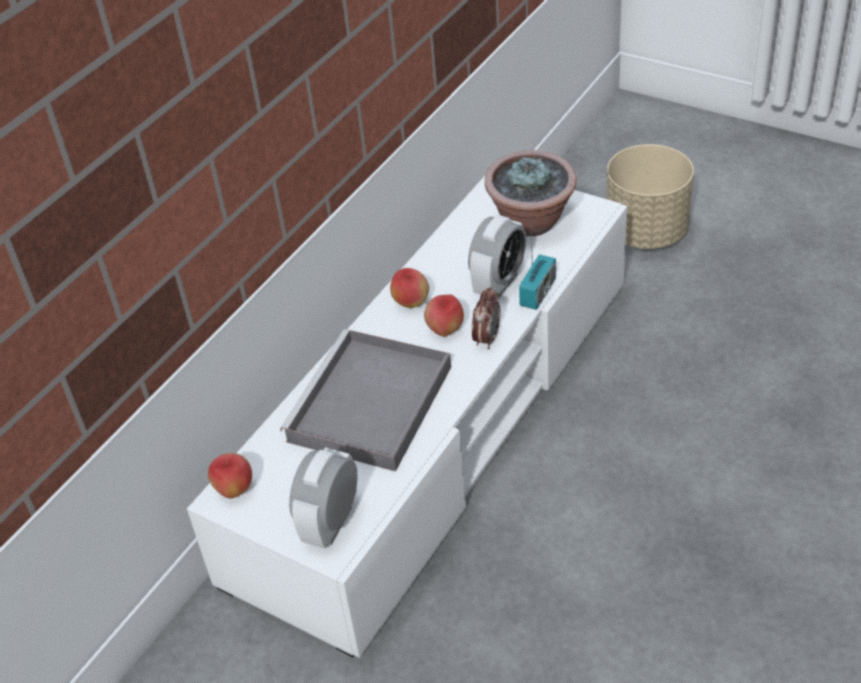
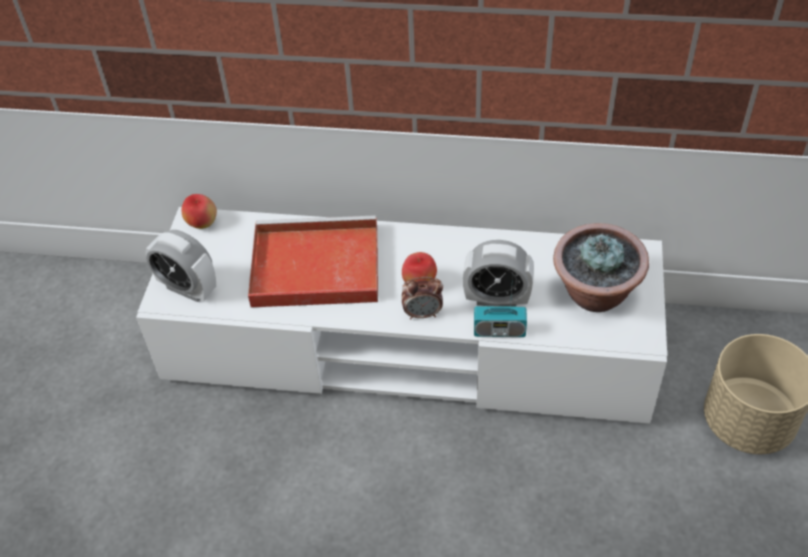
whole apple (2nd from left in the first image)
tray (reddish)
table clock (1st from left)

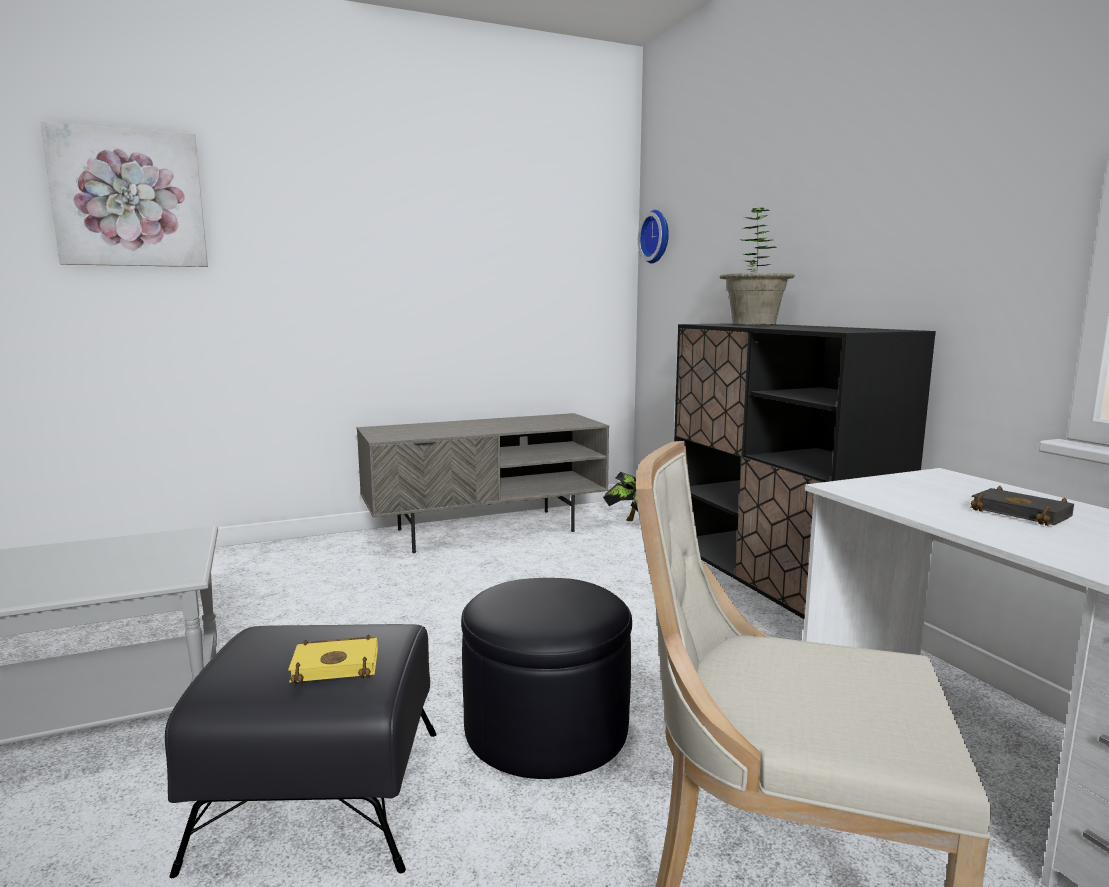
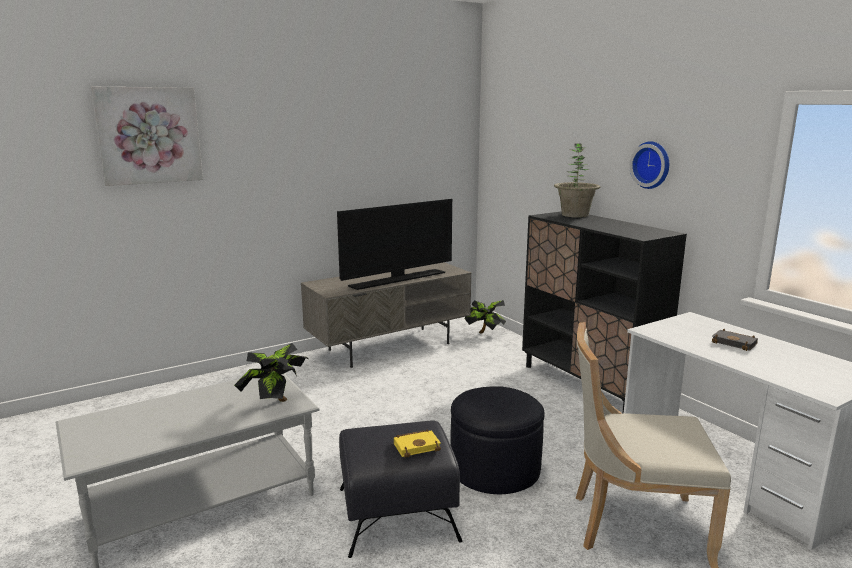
wall clock
television
potted plant (1st from left)

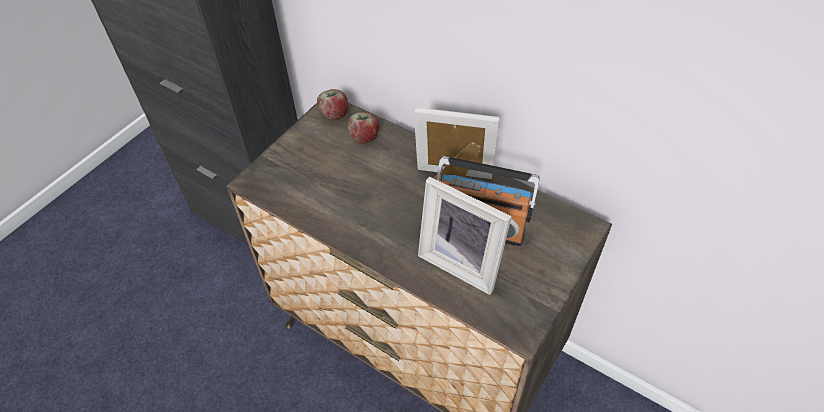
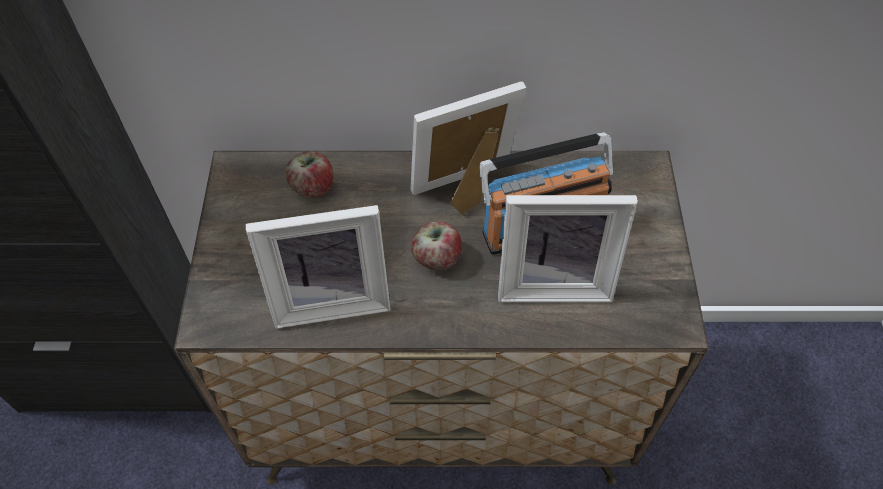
whole apple (2nd from left)
picture frame (1st from left)

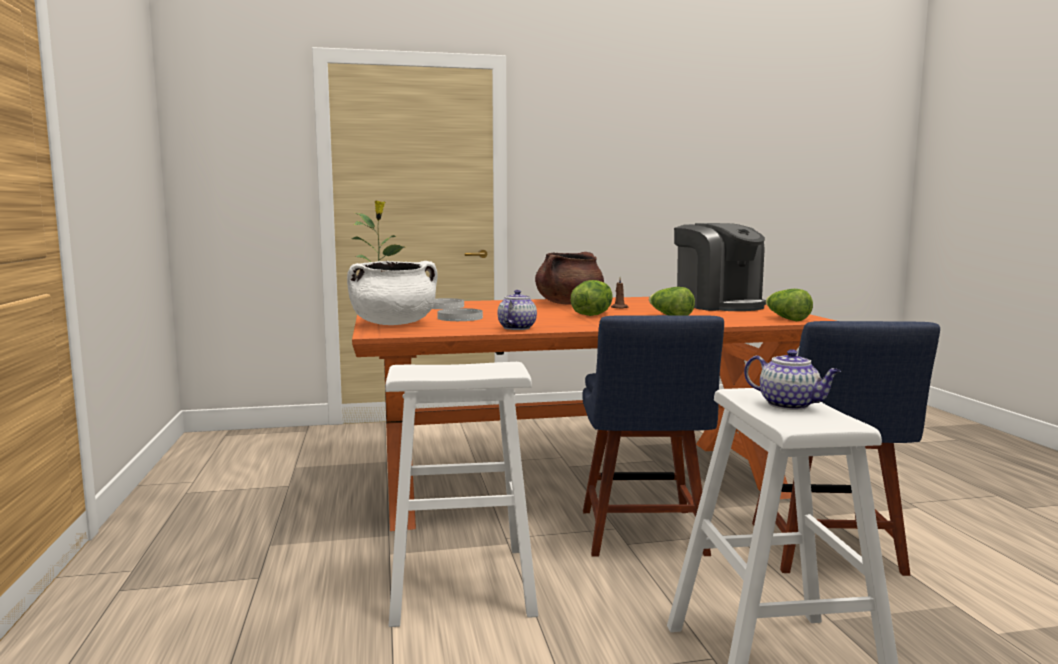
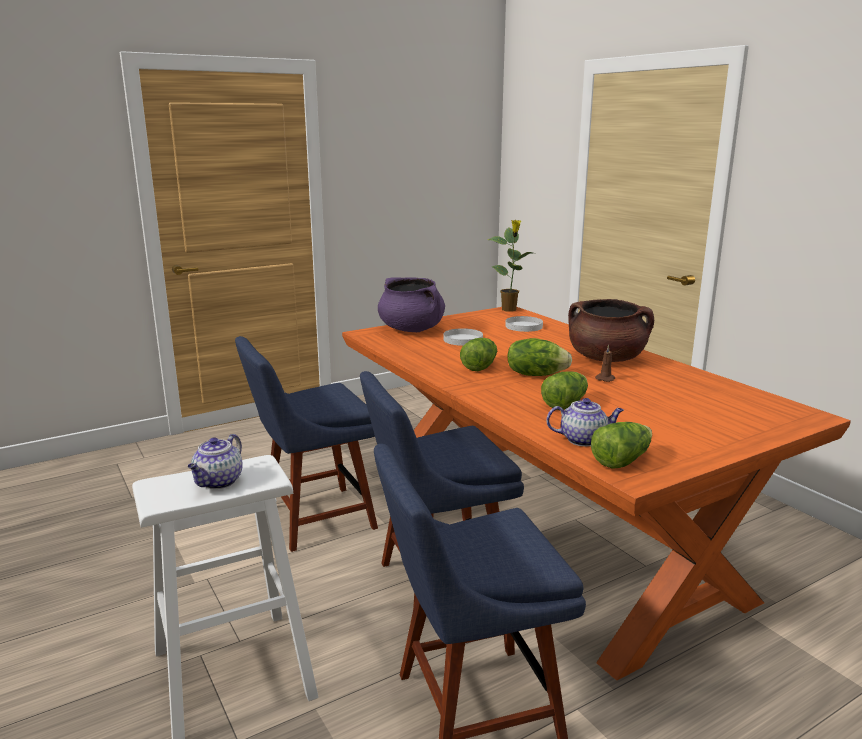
coffee brewer
cooking pot (purple)
teapot (2nd from left)
plain chair (blue-coloured) (1st from left)
lettuce head (1st from left)

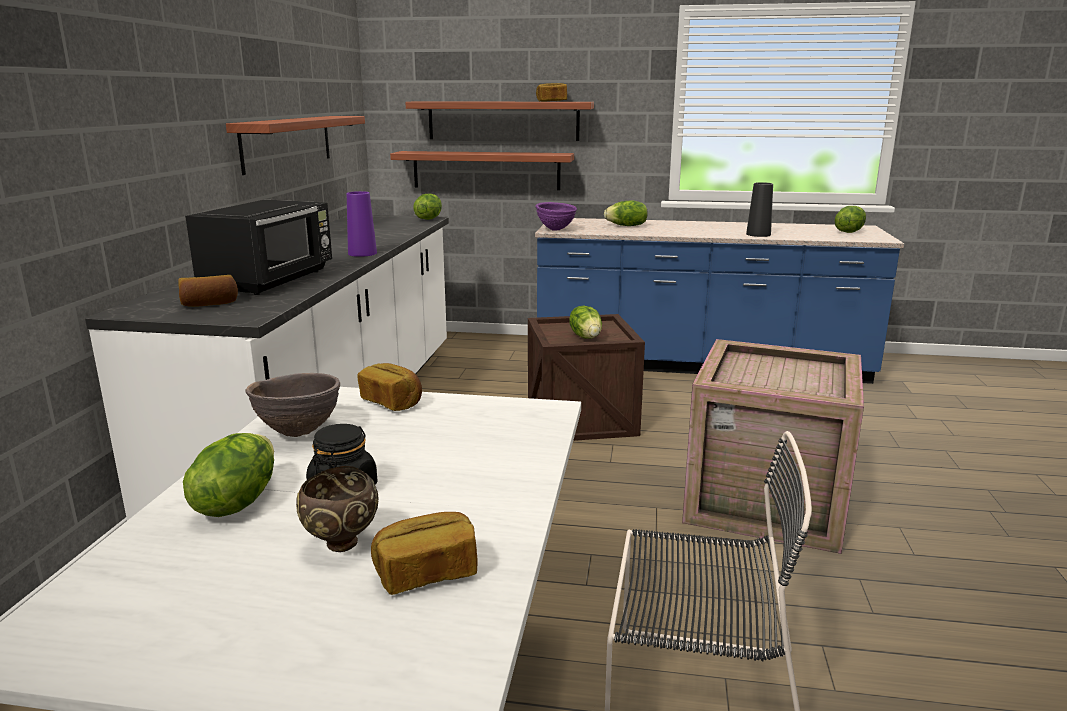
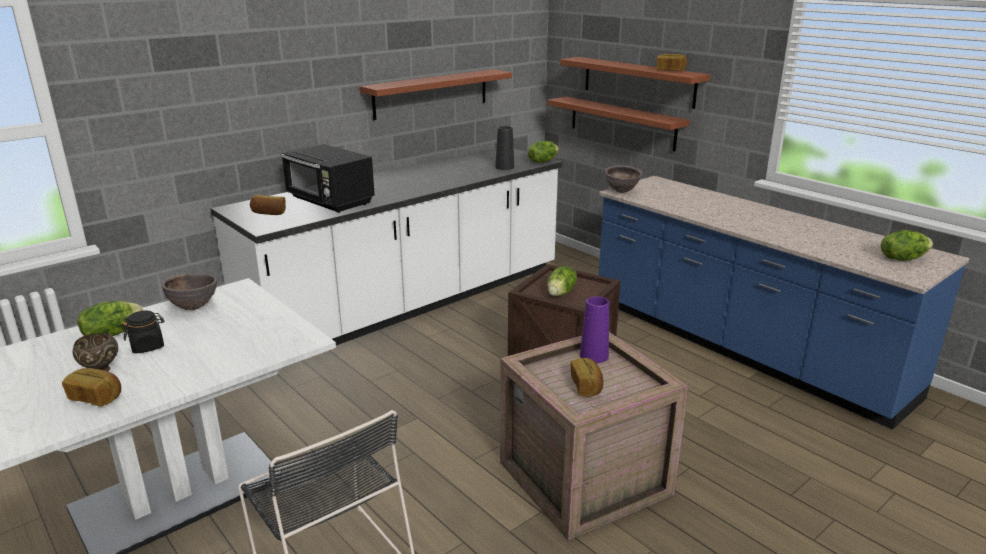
decorative vase (black)
decorative vase (purple)
microwave (black)
lettuce head (4th from left in the first image)
bowl (brown-coloured) (3rd from left)
bakery bread (3rd from left)

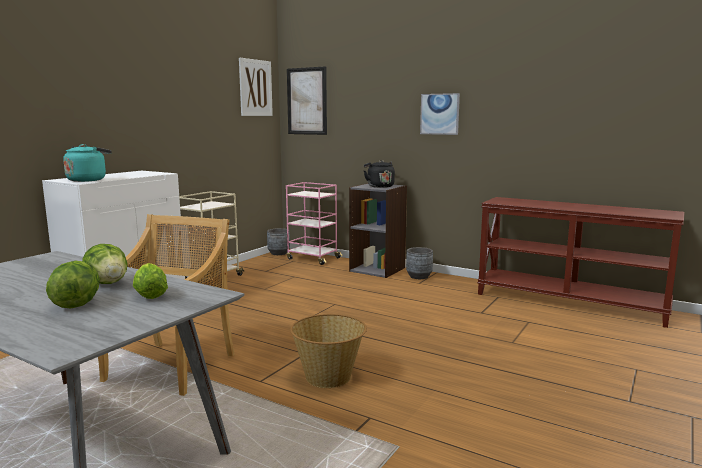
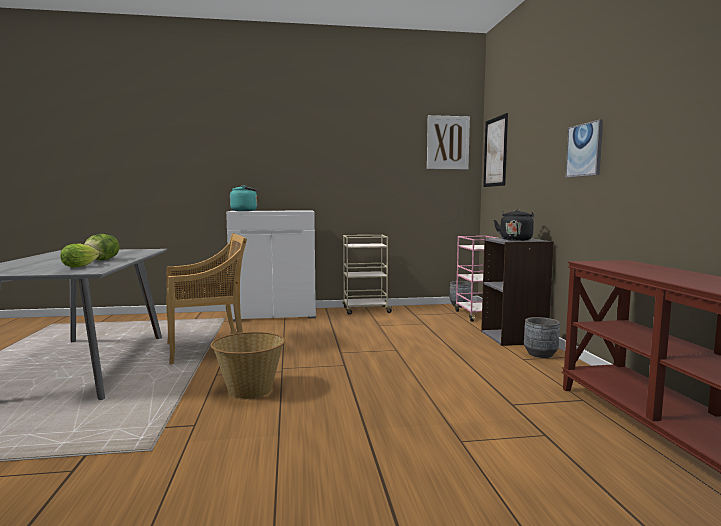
lettuce head (1st from left in the first image)

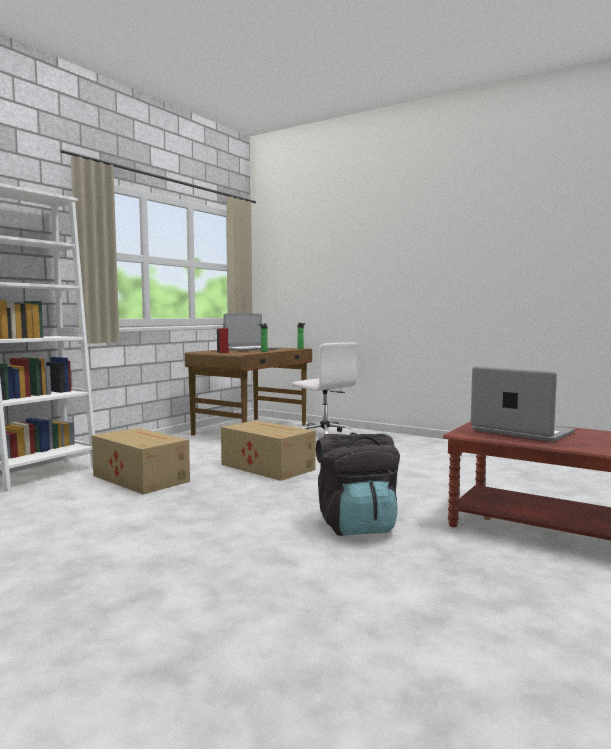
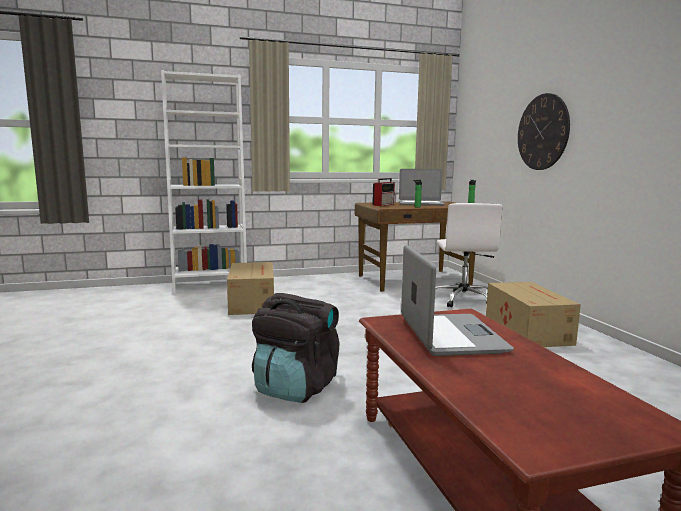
carton (2nd from left)
wall clock

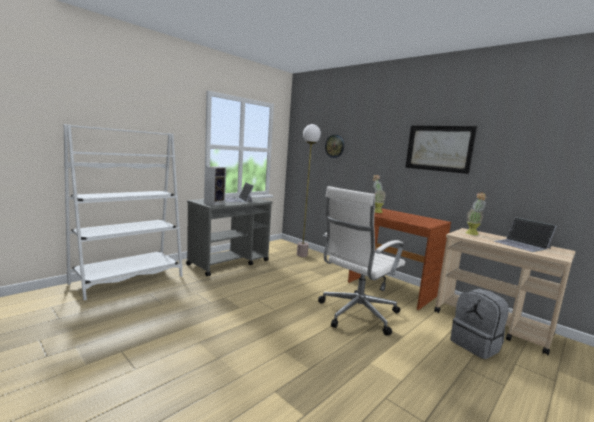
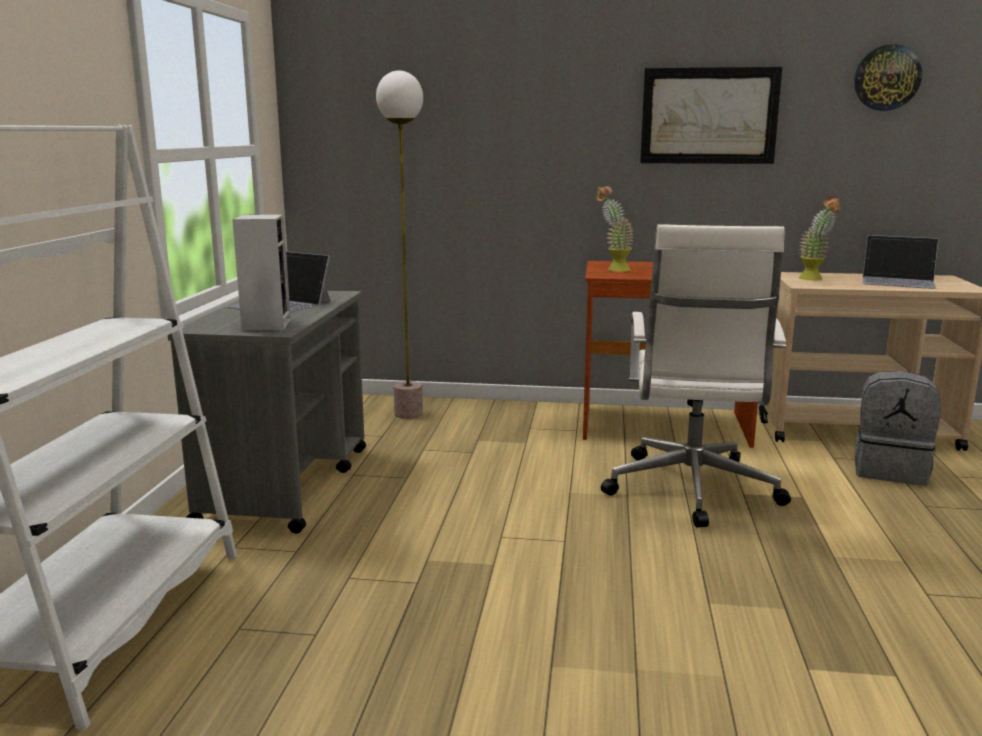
wall clock

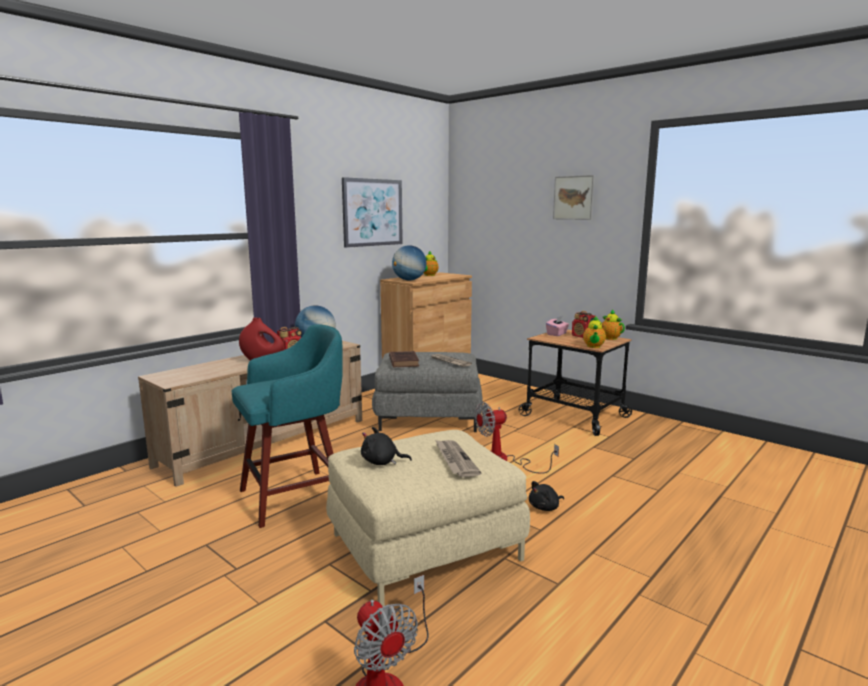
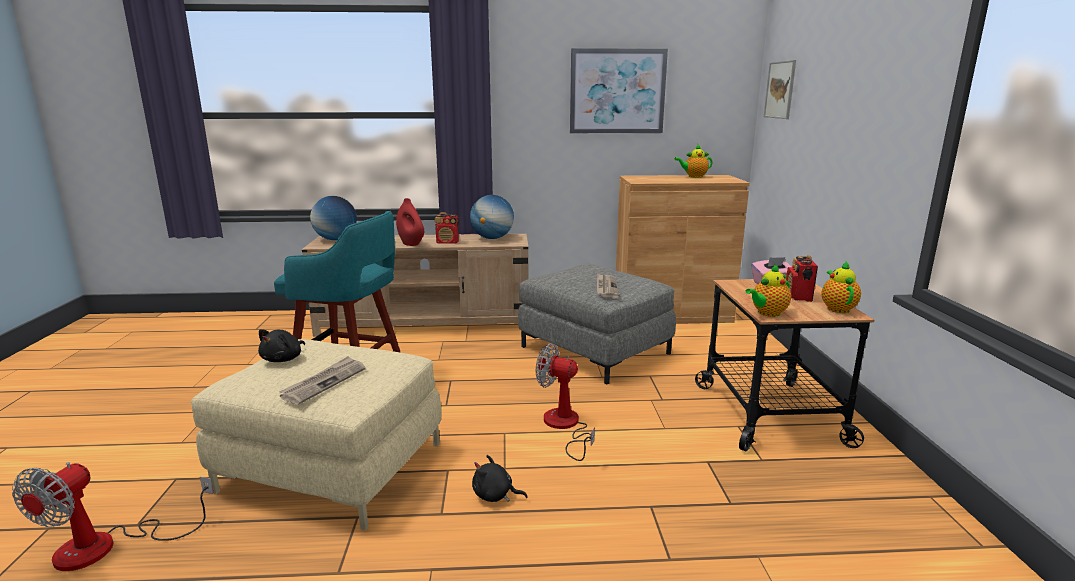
wall art (2nd from left)
world globe (1st from left)
bound book (brown-coloured)
cuddly toy (black) (1st from left)

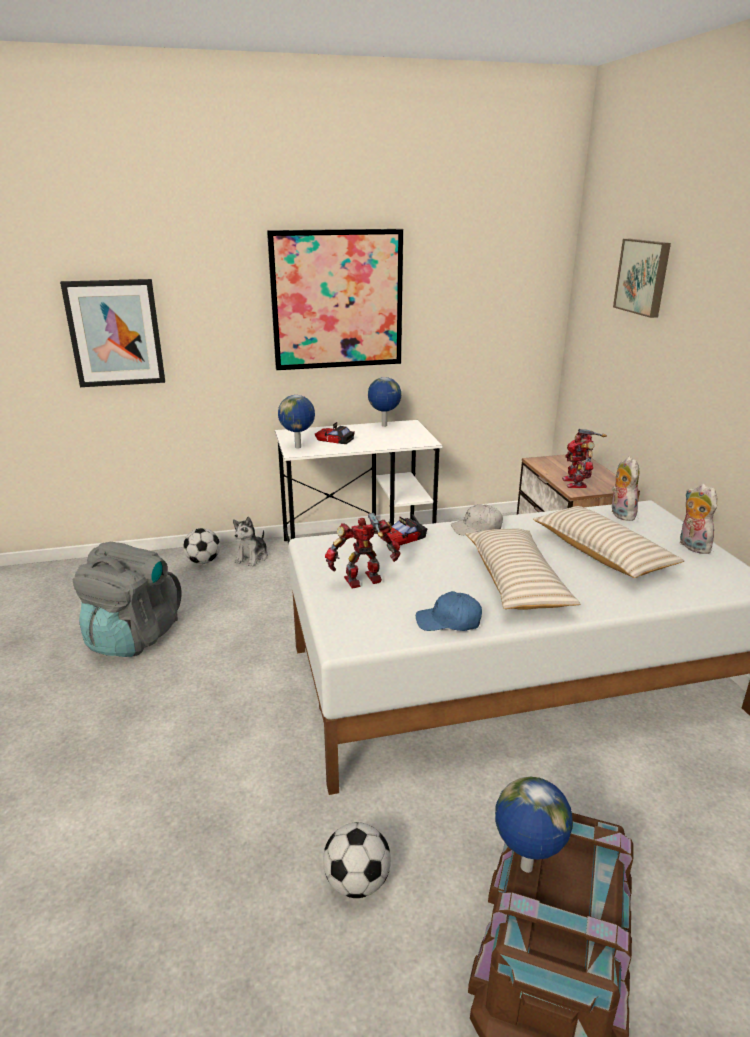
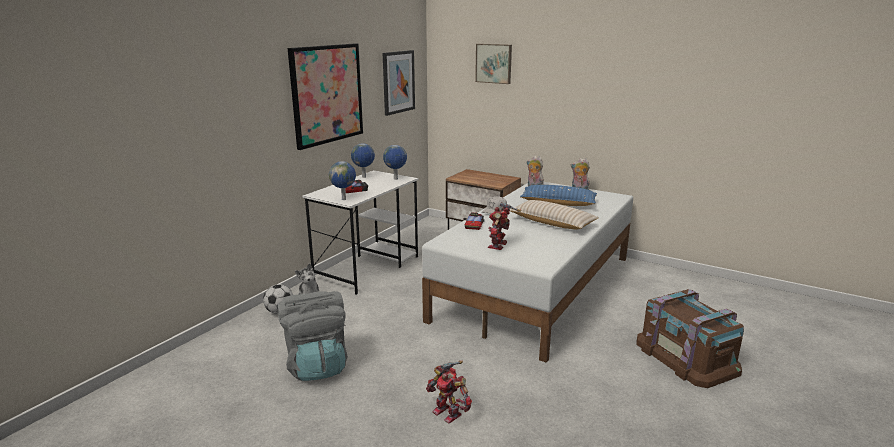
wall art (2nd from left)
toy robot (1st from left)
pillow (blue-coloured)
peaked cap (blue-coloured)
world globe (3rd from left)
football ball (2nd from left in the first image)

